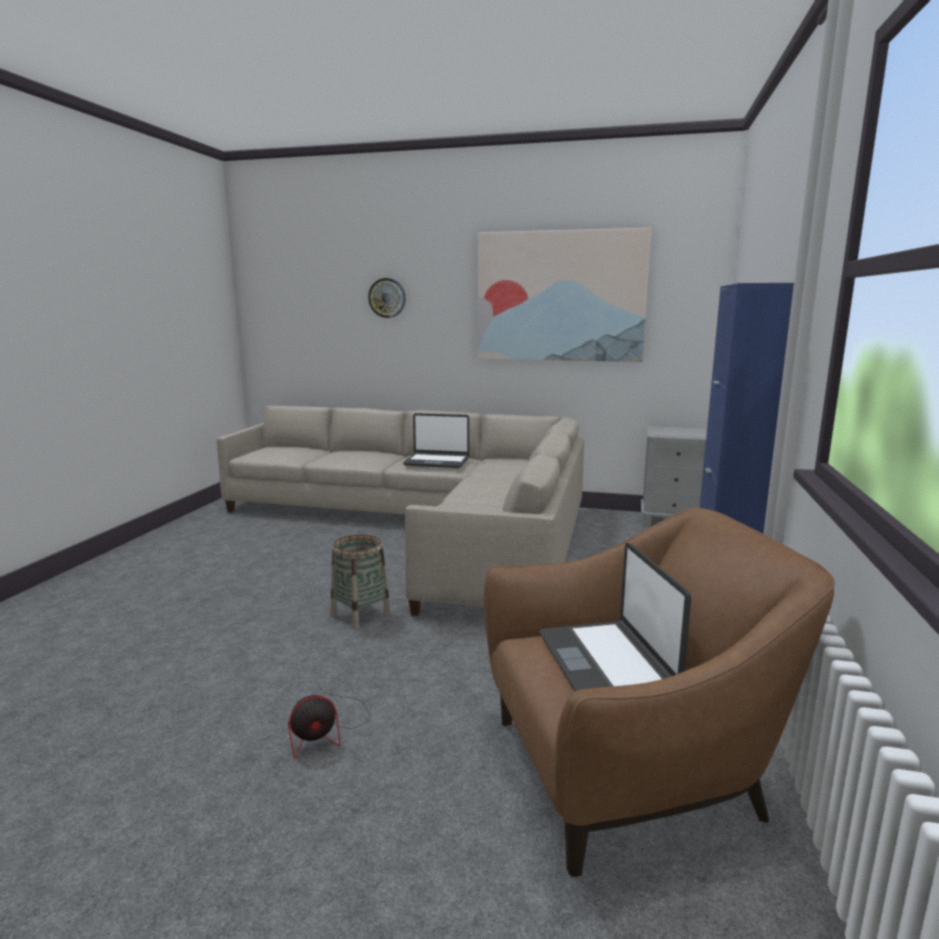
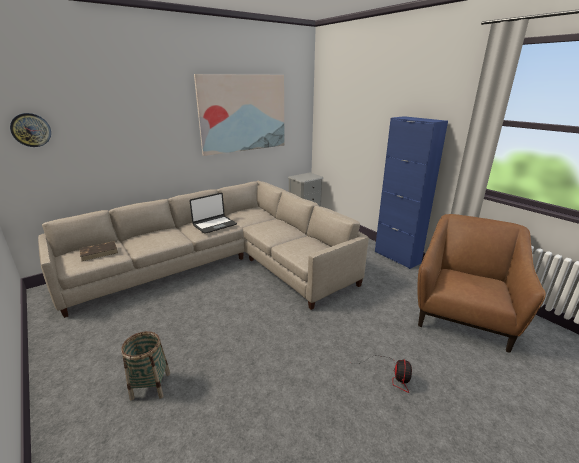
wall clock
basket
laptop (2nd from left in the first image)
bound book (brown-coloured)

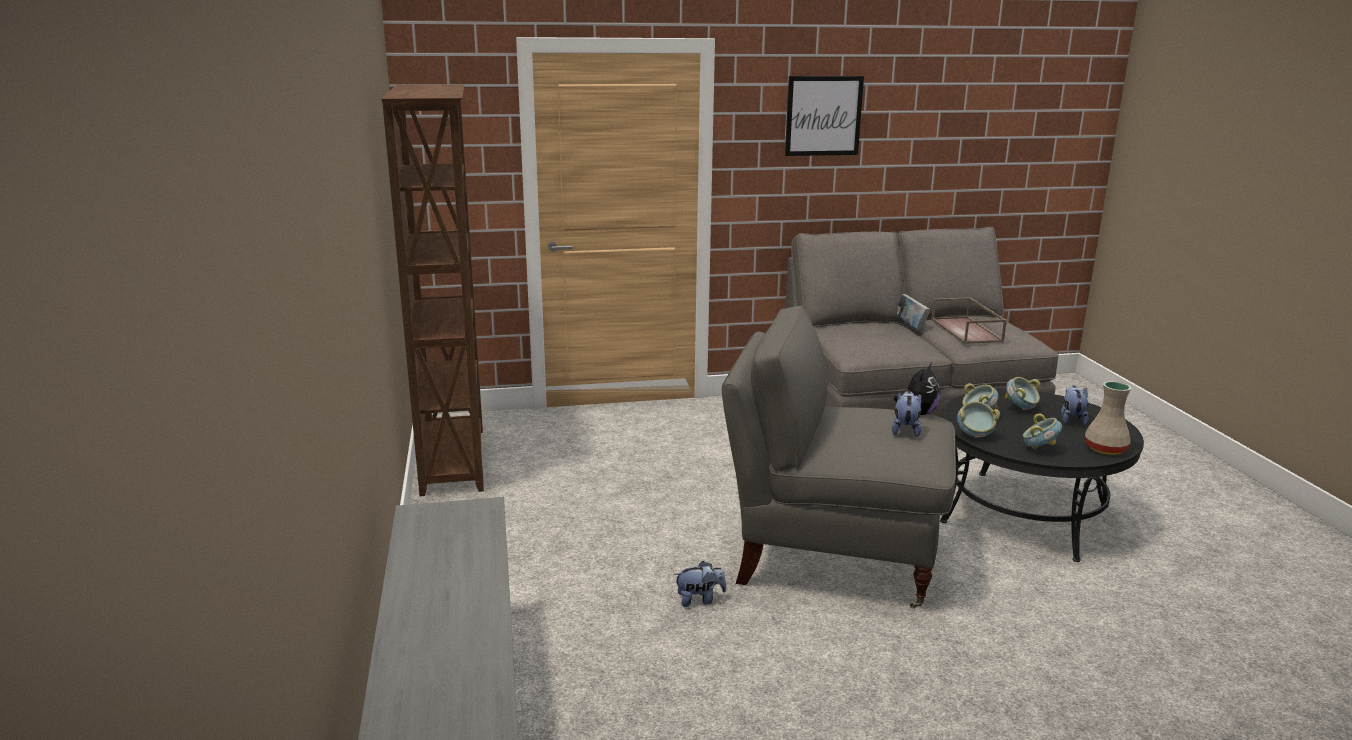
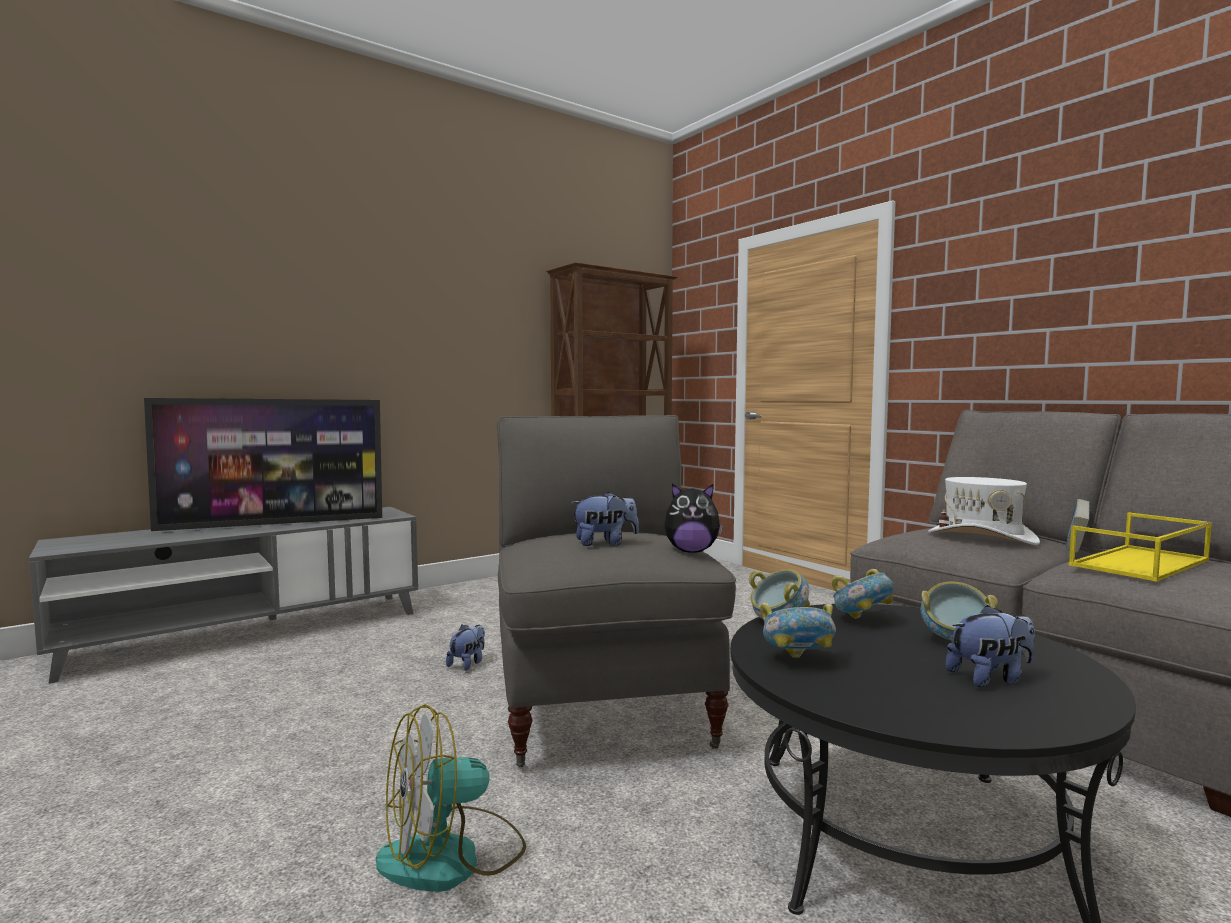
wall art
tray (yellow)
decorative vase (sand-coloured)
cuddly toy (1st from left)
television
hat (white)
cooling fan

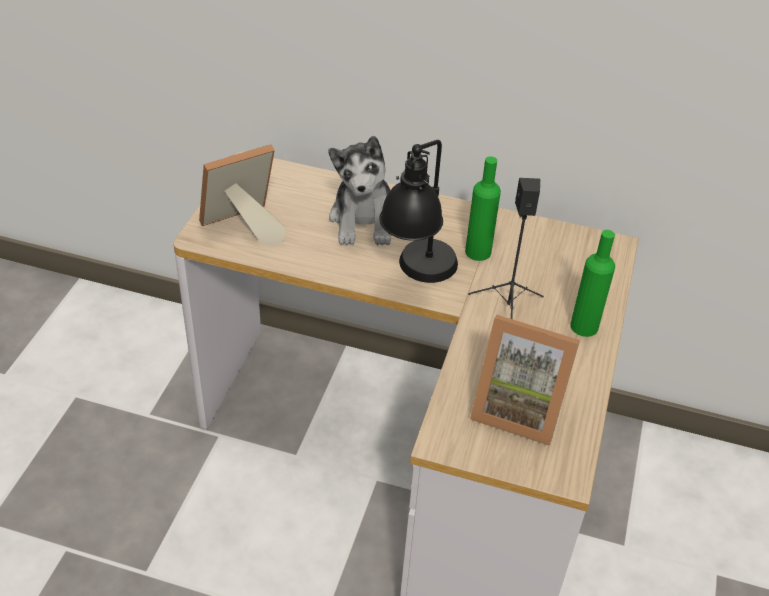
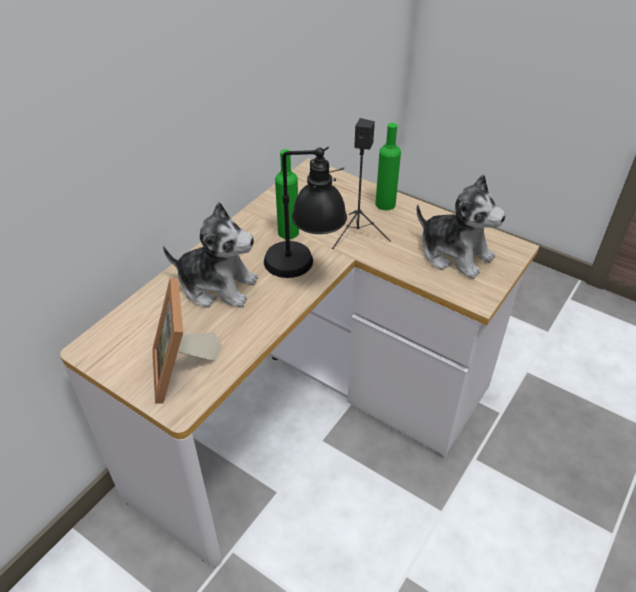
cuddly toy (2nd from left)

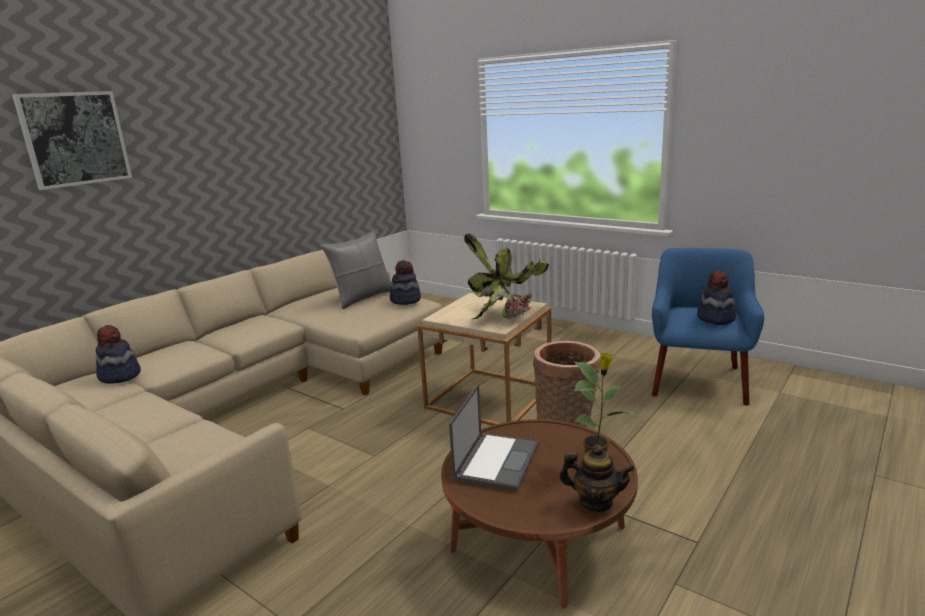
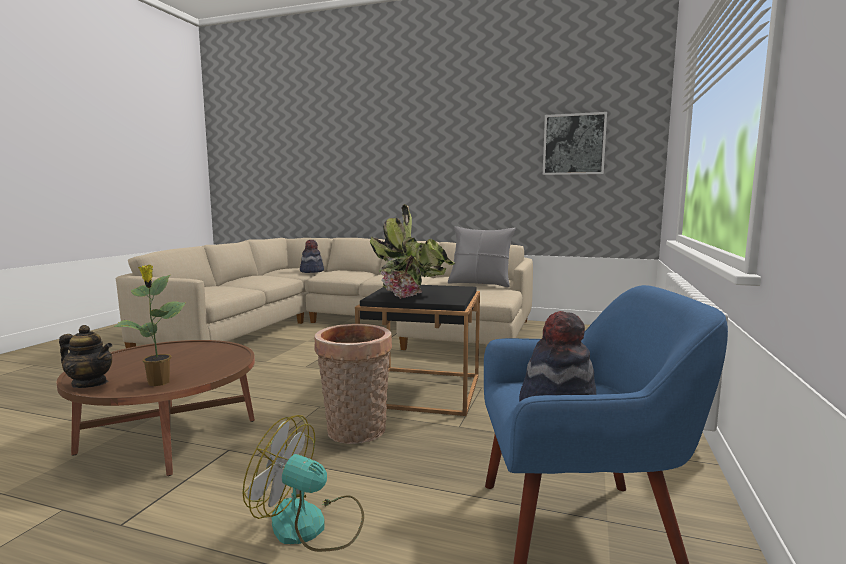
wall art
hat (2nd from left in the first image)
accent table (black)
laptop
teapot
cooling fan

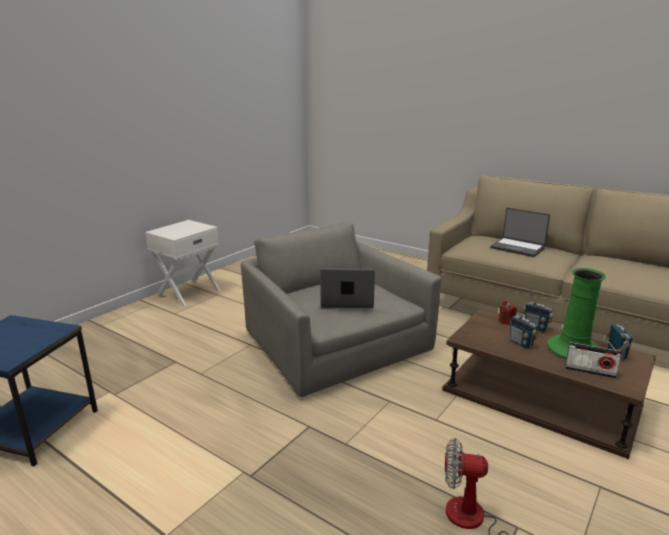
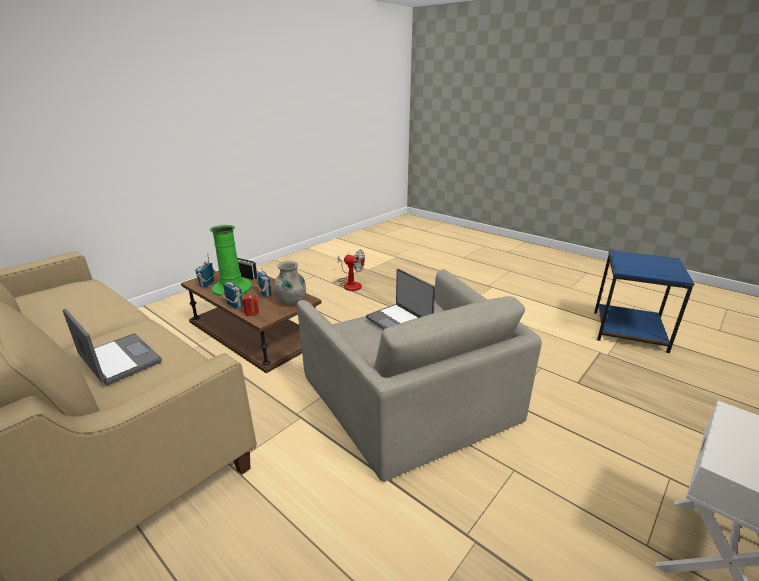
laptop (2nd from left)
decorative vase (grey)

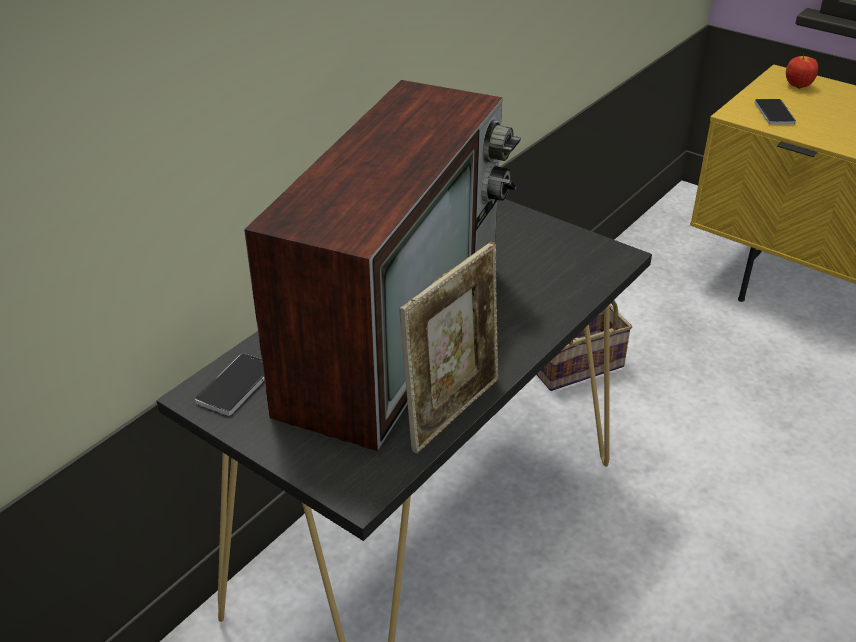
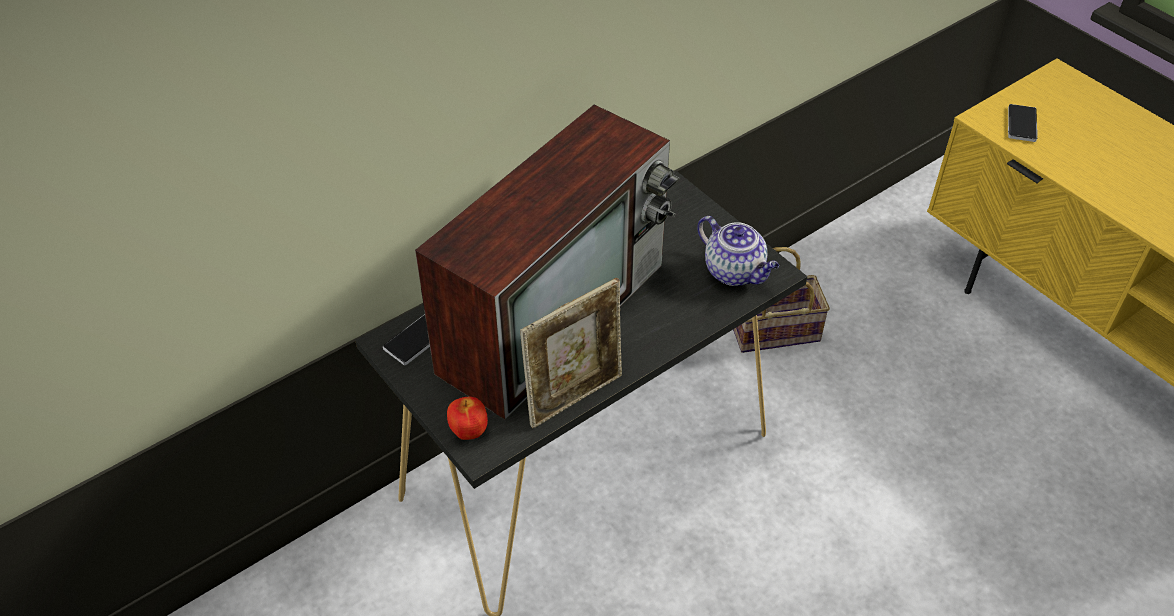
whole apple
teapot

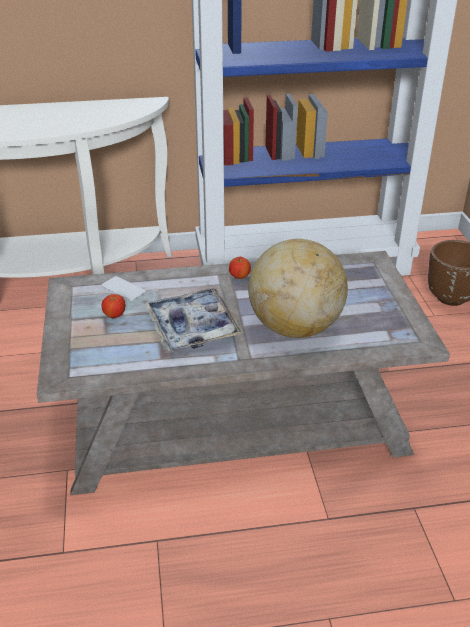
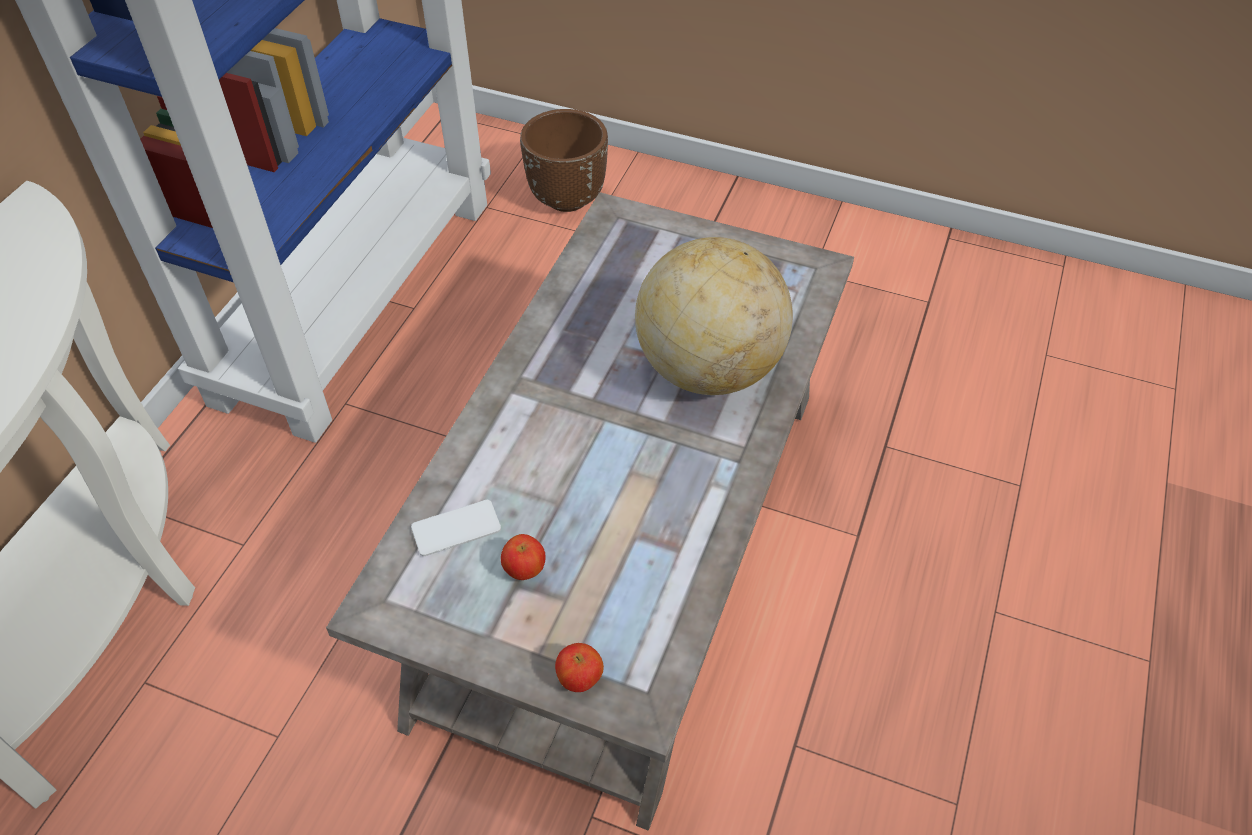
whole apple (2nd from left)
tray

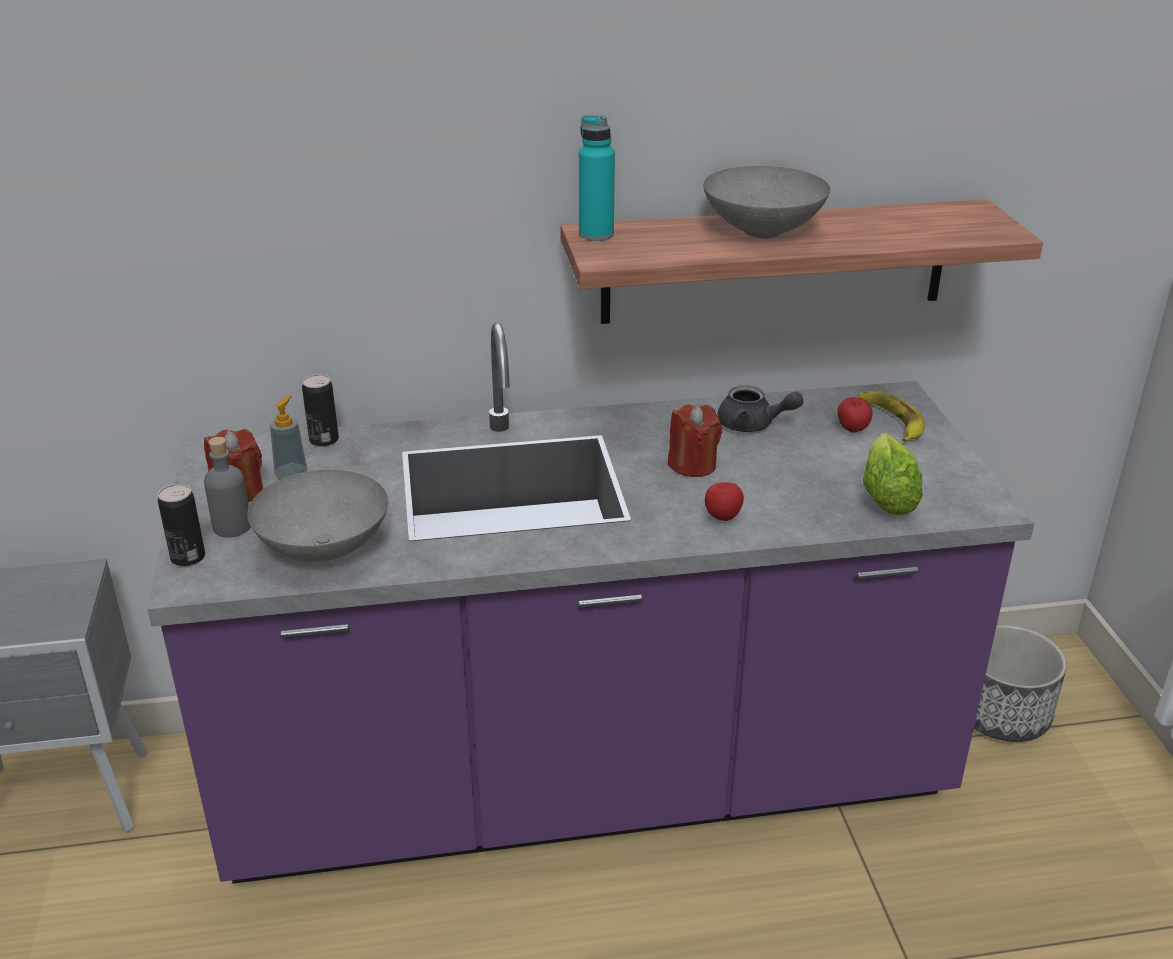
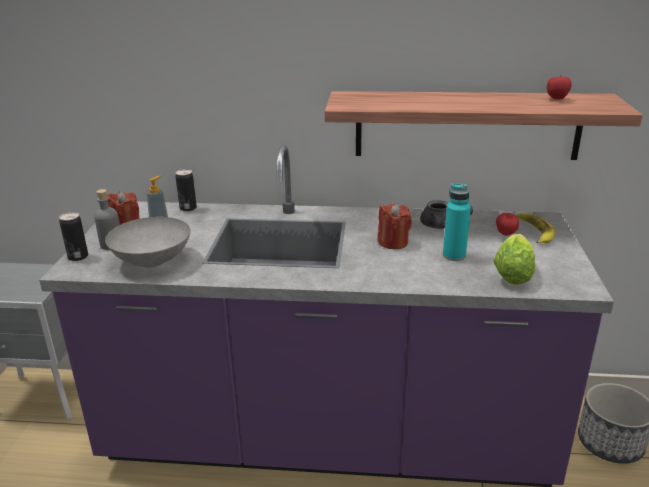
bottle (blue-green)
bowl (grey) (2nd from left in the first image)
whole apple (2nd from left)

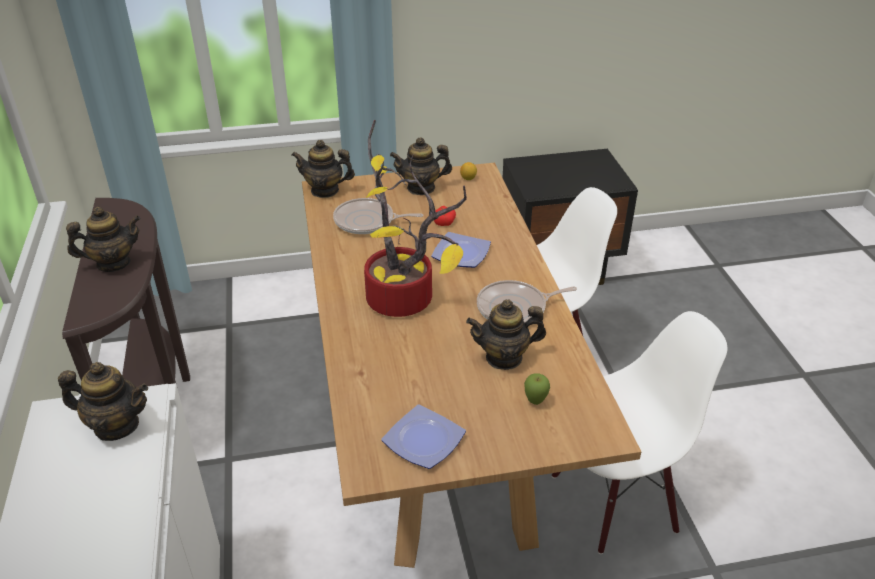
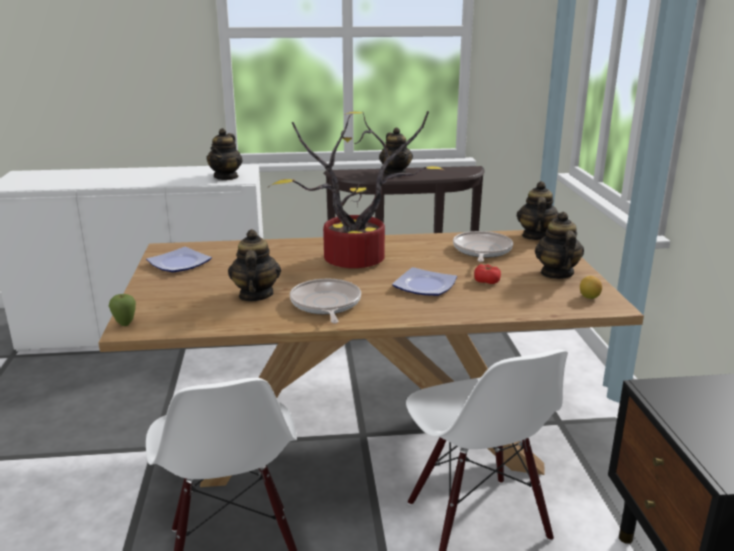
whole apple

